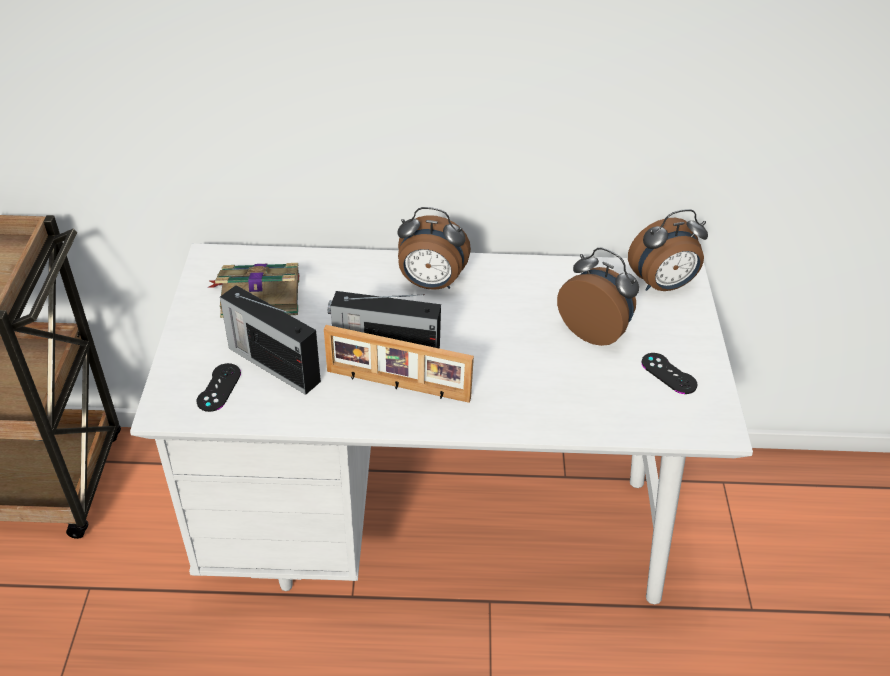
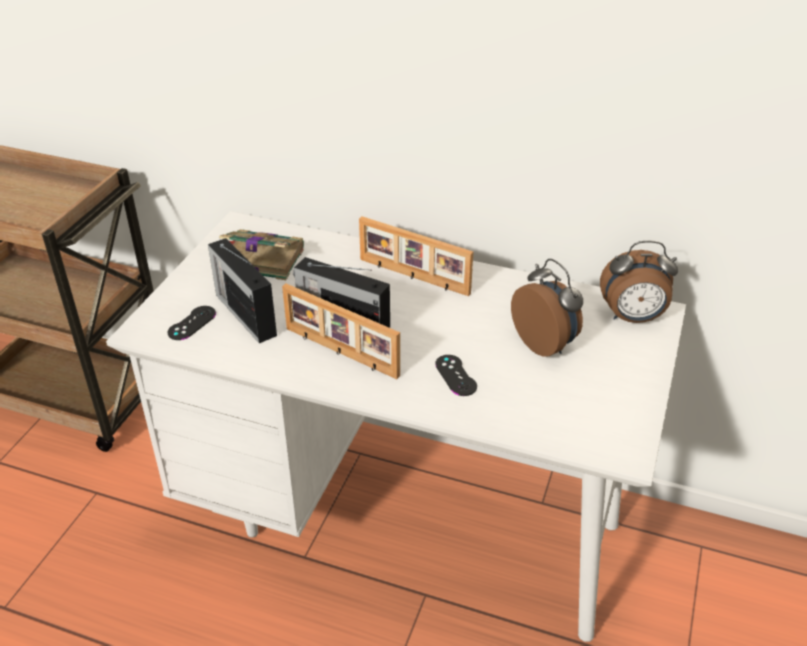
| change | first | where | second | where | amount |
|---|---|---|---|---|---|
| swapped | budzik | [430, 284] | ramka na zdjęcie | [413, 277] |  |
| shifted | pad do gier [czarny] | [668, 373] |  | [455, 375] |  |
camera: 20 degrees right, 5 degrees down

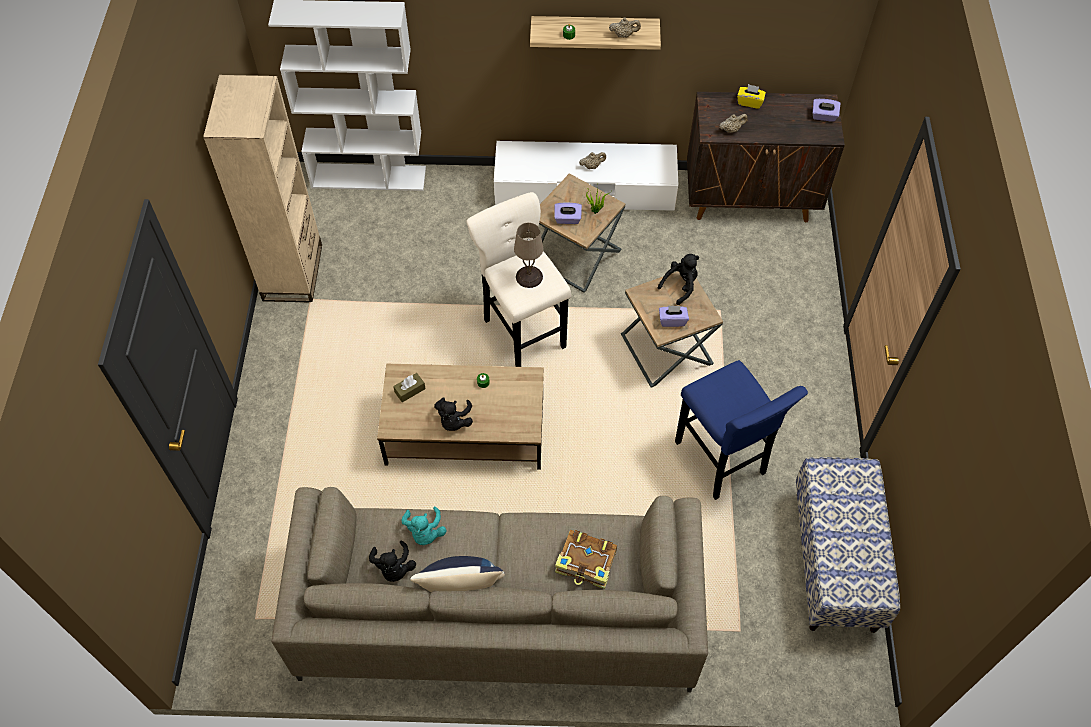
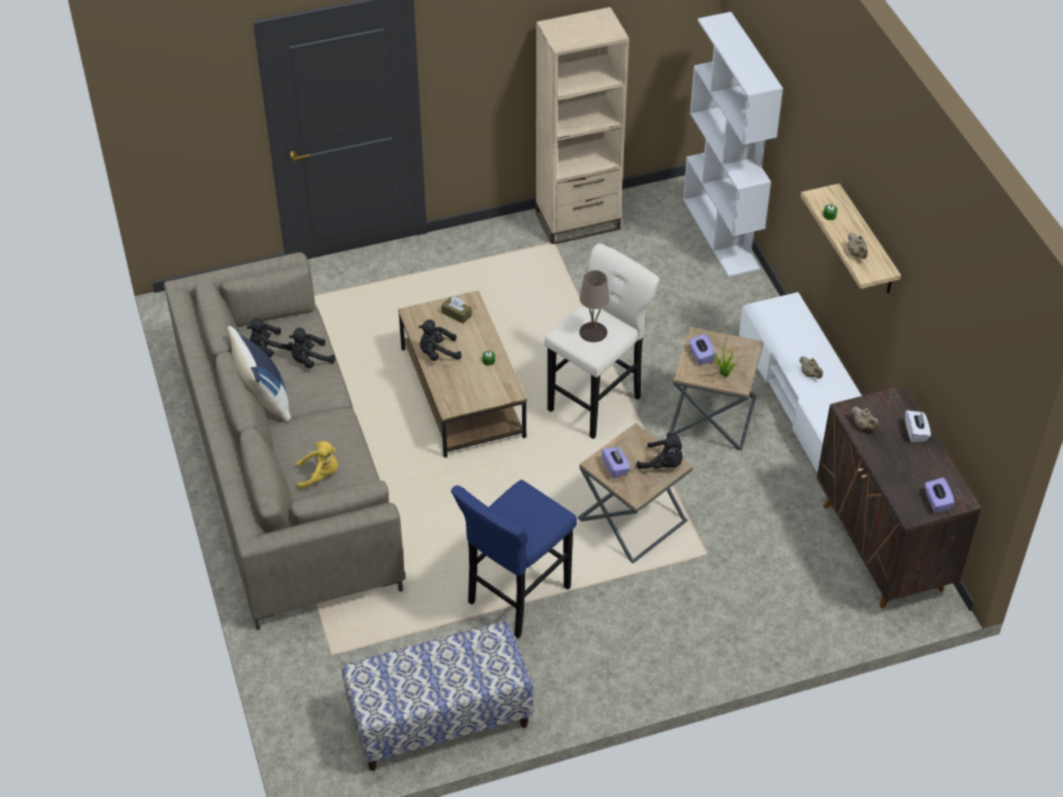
| change | first | where | second | where | amount |
|---|---|---|---|---|---|
| repainted | pluszak [turkusowy] | [425, 532] | pluszak [czarny] | [310, 360] |  |
| swapped | książka | [587, 563] | pluszak [żółty] | [320, 475] |  |
| repainted | pudełko chusteczek [żółty] | [749, 102] | pudełko chusteczek [biały] | [916, 432] |  |
camera: 70 degrees right, 10 degrees down

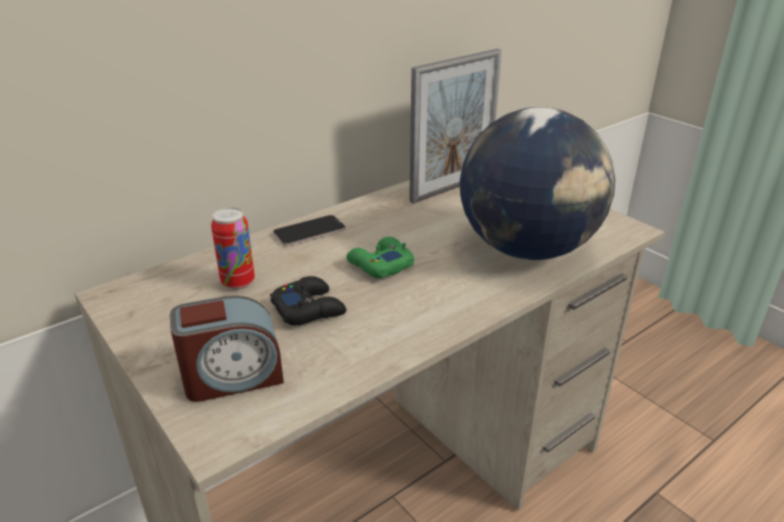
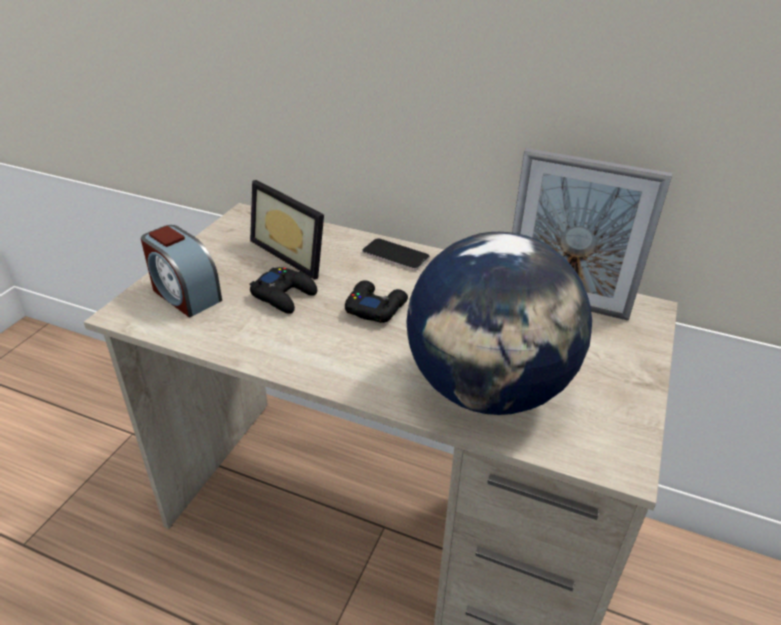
| change | first | where | second | where | amount |
|---|---|---|---|---|---|
| swapped | puszka | [238, 282] | ramka na zdjęcie | [295, 253] |  |
| repainted | pad do gier [zielony] | [380, 264] | pad do gier [czarny] | [375, 307] |  |
camera: 60 degrees right, 5 degrees up

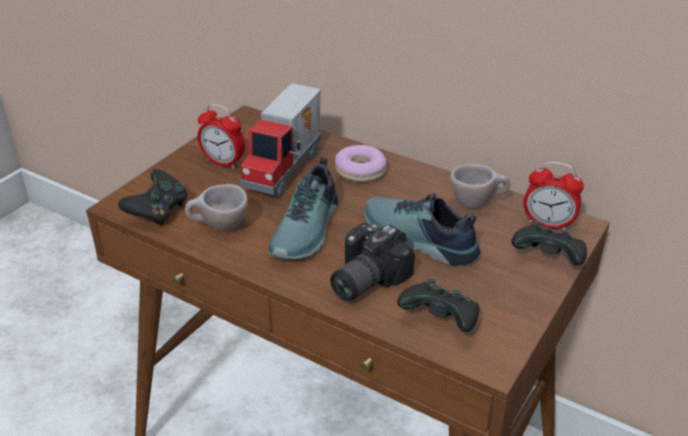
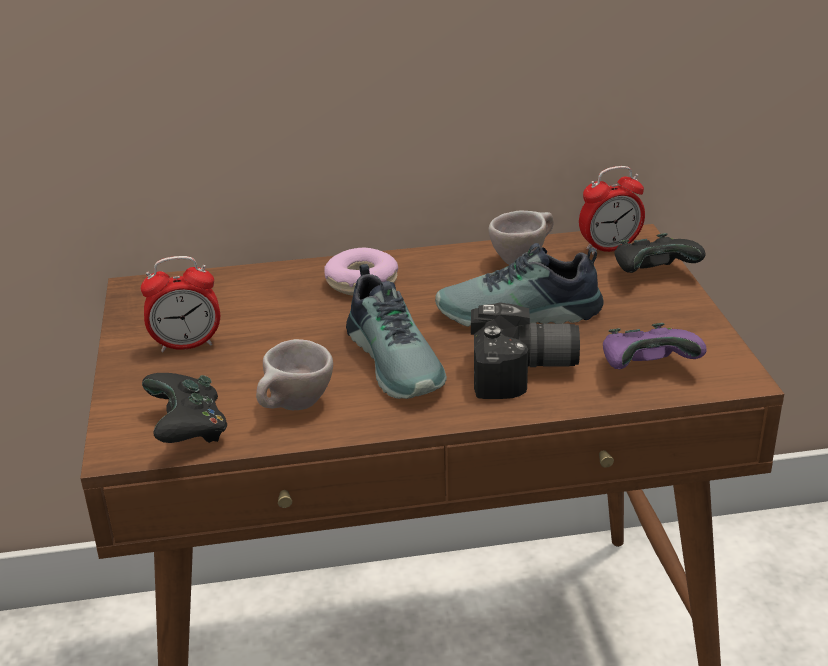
| change | first | where | second | where | amount |
|---|---|---|---|---|---|
| rotated | aparat fotograficzny | [362, 279] |  | [524, 374] | 90 degrees counterclockwise |
| repainted | pad do gier [czarny] | [441, 320] | pad do gier [fioletowy] | [646, 369] |  |
| gone | ciężarówka zabawkowa | [286, 170] |  |  |  |
camera: 40 degrees left, 5 degrees down

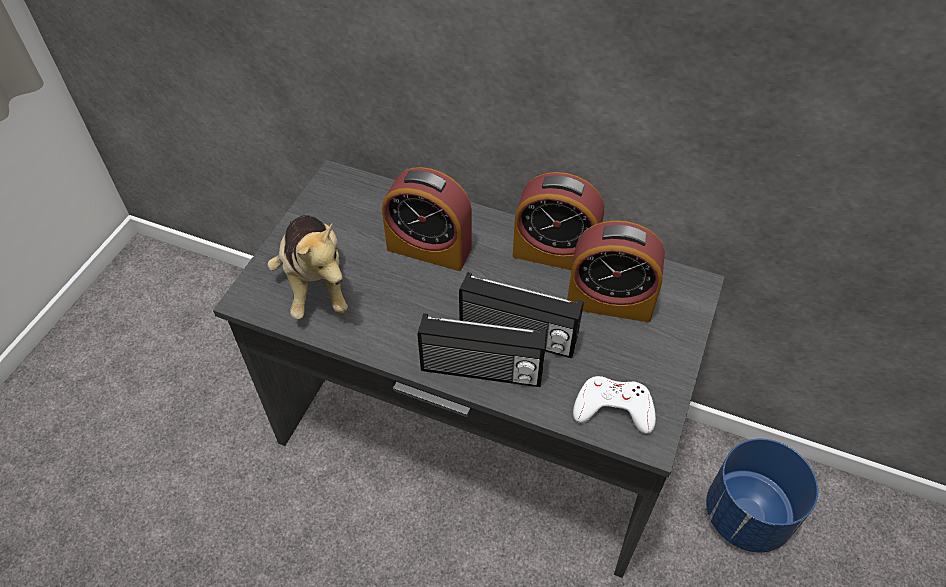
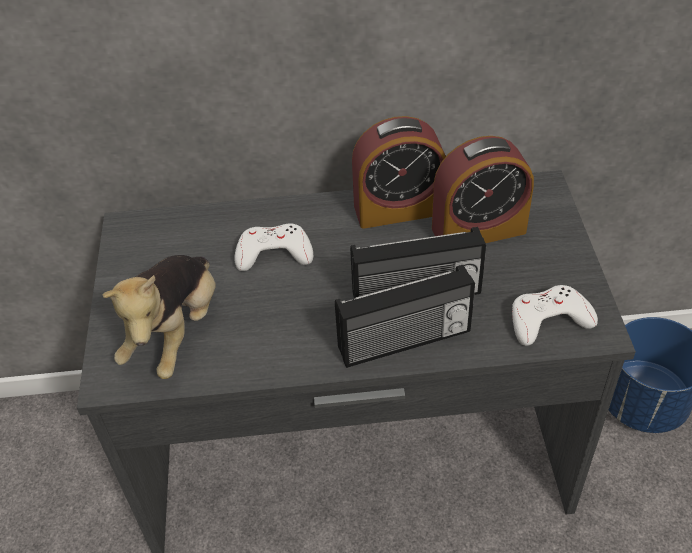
| change | first | where | second | where | amount |
|---|---|---|---|---|---|
| rotated | pluszak | [315, 282] |  | [176, 333] | 60 degrees clockwise |
| swapped | budzik | [429, 248] | pad do gier [biały] | [273, 253] |  |
camera: 25 degrees left, 5 degrees down

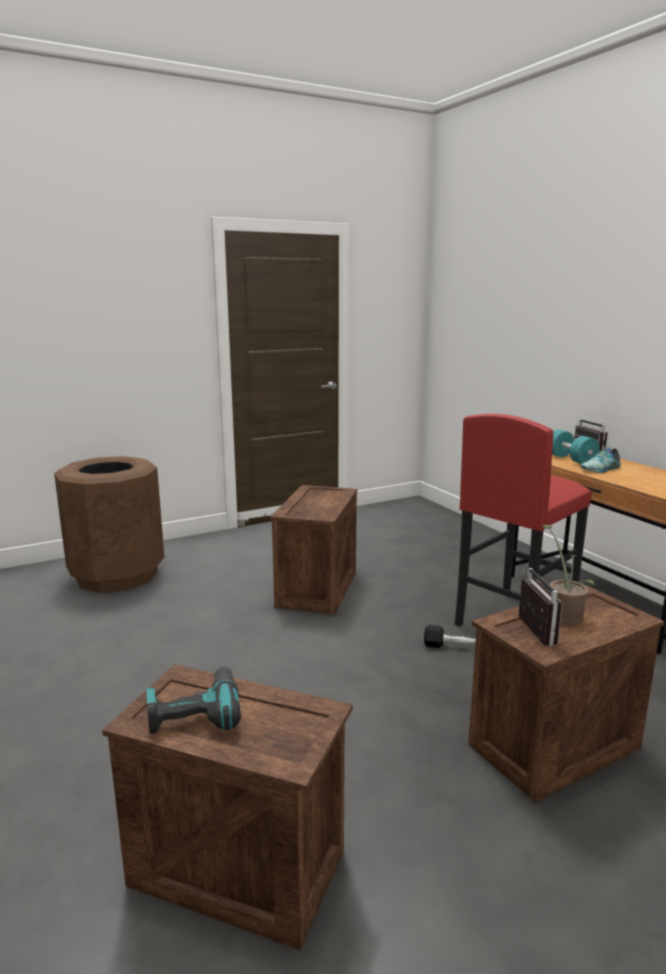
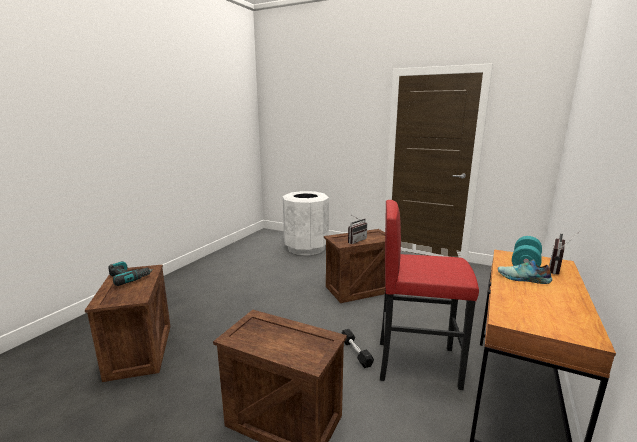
| change | first | where | second | where | amount |
|---|---|---|---|---|---|
| repainted | kosz na śmieci [brązowy] | [116, 575] | kosz na śmieci [biały] | [306, 248] |  |
| shifted | radio | [529, 631] |  | [355, 240] |  |
| gone | roślina doniczkowa | [563, 614] |  |  |  |
camera: 55 degrees right, 0 degrees up

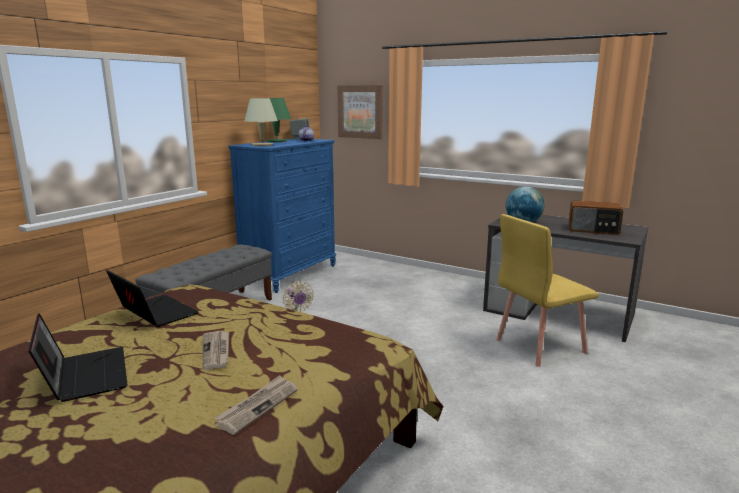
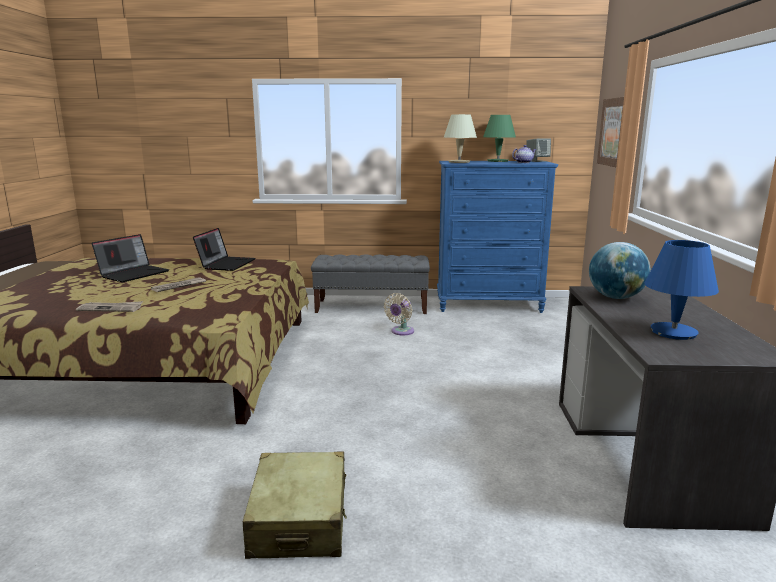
| change | first | where | second | where | amount |
|---|---|---|---|---|---|
| new |  |  | walizka [beżowy] | [299, 520] |  |
| swapped | radio | [593, 230] | lampa stołowa [niebieski] | [674, 332] |  |
| gone | krzesło [żółty] | [539, 346] |  |  |  |
camera: 60 degrees right, 0 degrees up

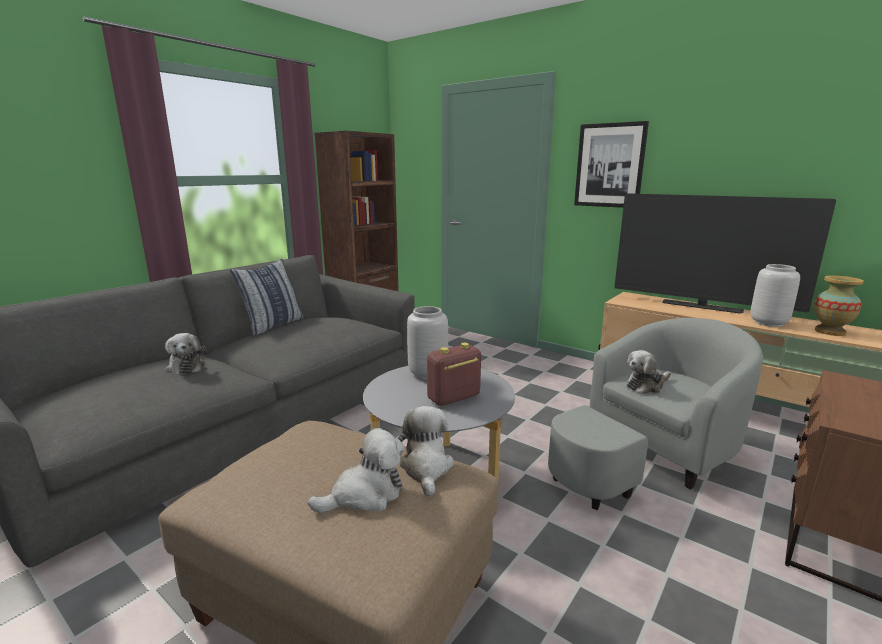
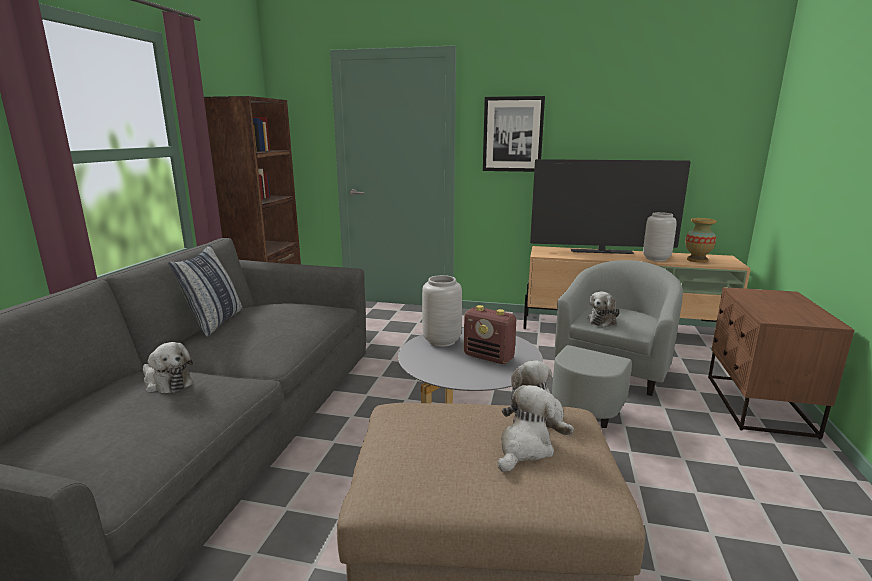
| change | first | where | second | where | amount |
|---|---|---|---|---|---|
| rotated | radio | [453, 398] |  | [489, 357] | 90 degrees counterclockwise |
camera: 25 degrees left, 0 degrees up

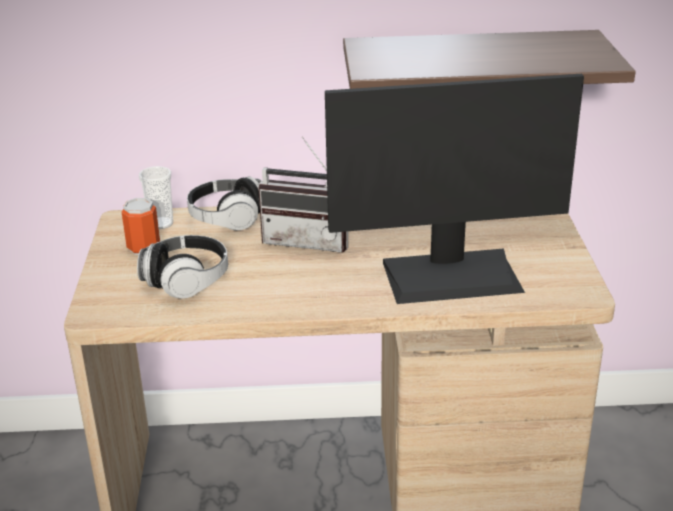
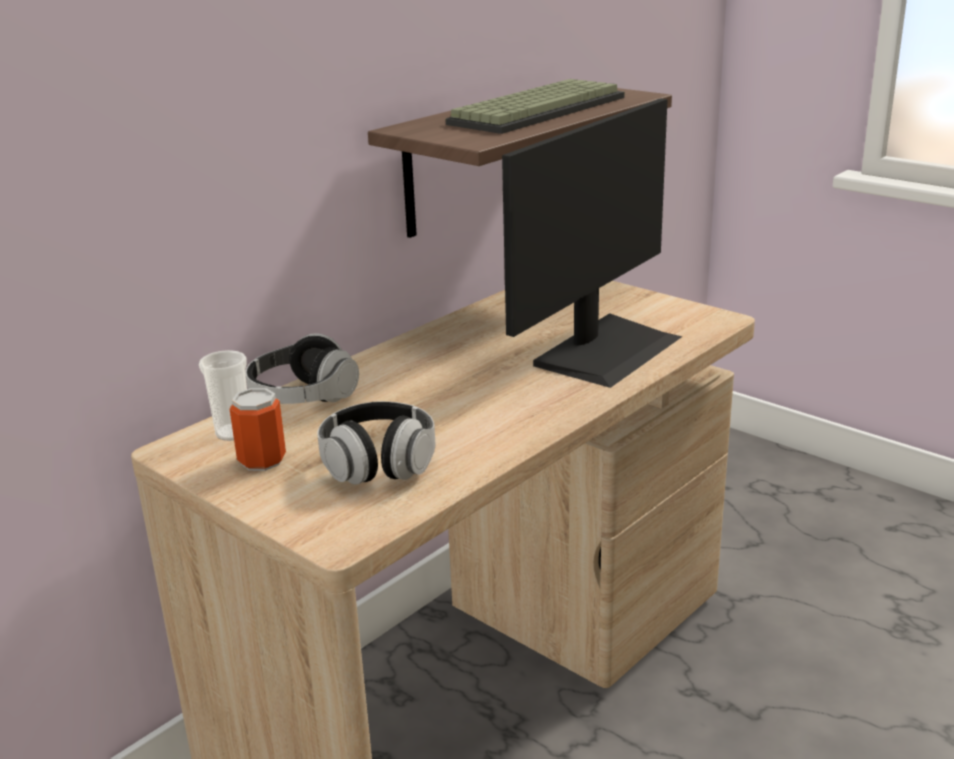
| change | first | where | second | where | amount |
|---|---|---|---|---|---|
| new |  |  | klawiatura | [537, 110] |  |
| gone | radio | [309, 240] |  |  |  |
camera: 45 degrees left, 5 degrees down

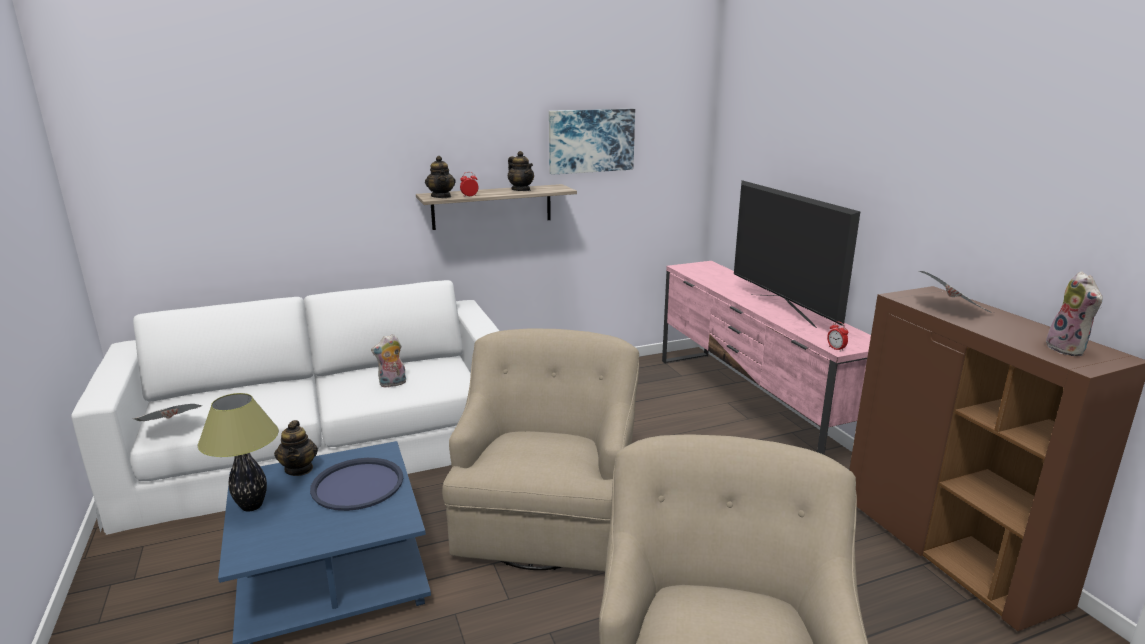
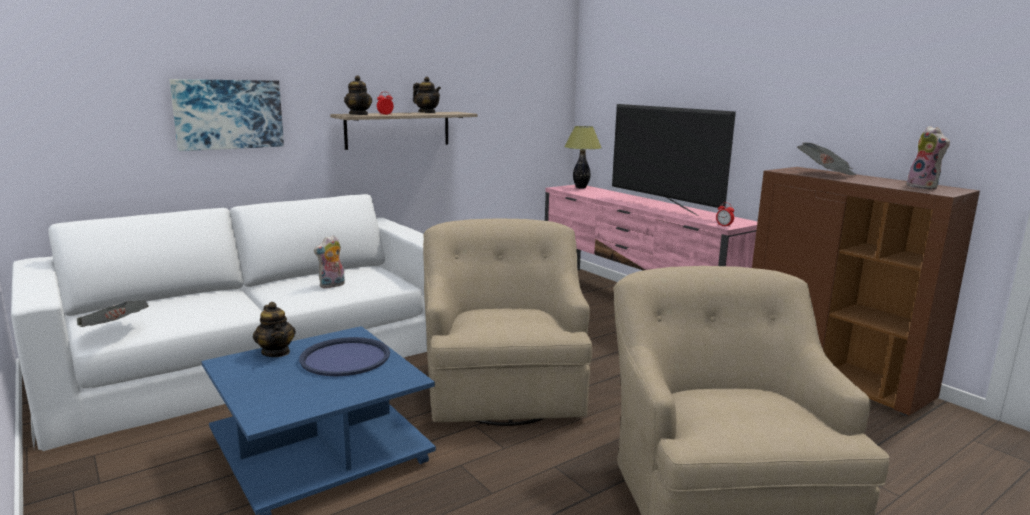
| change | first | where | second | where | amount |
|---|---|---|---|---|---|
| shifted | obraz | [591, 140] |  | [228, 114] |  |
| shifted | lampa stołowa | [251, 506] |  | [580, 187] |  |
camera: 15 degrees left, 5 degrees down

